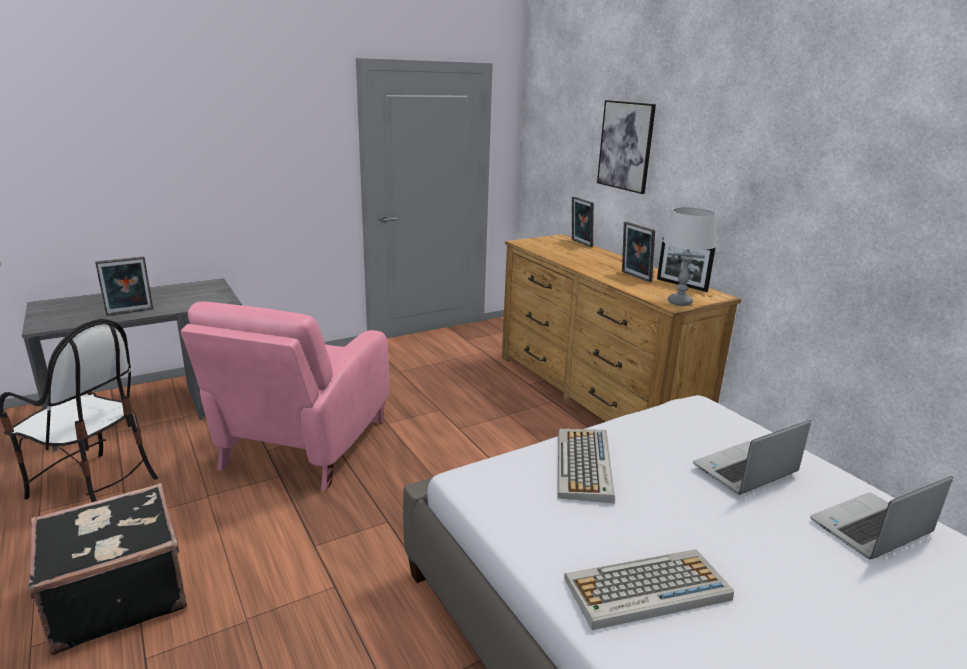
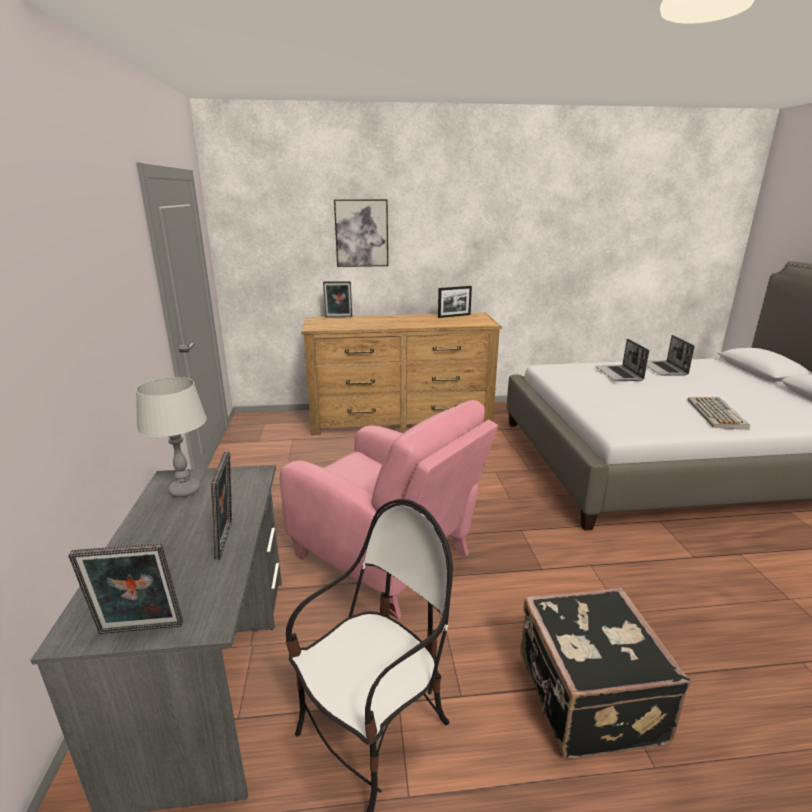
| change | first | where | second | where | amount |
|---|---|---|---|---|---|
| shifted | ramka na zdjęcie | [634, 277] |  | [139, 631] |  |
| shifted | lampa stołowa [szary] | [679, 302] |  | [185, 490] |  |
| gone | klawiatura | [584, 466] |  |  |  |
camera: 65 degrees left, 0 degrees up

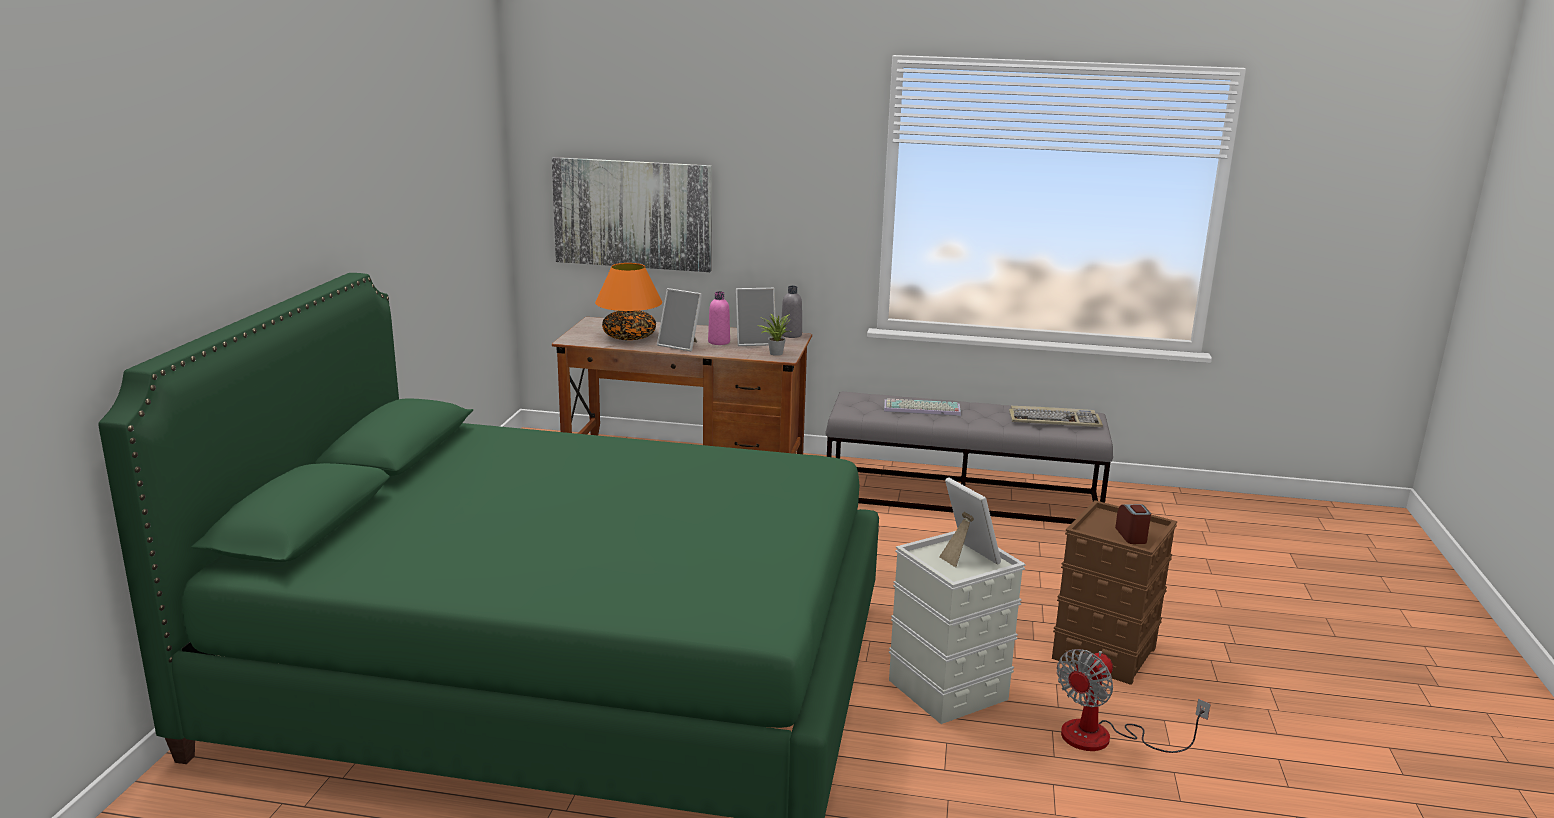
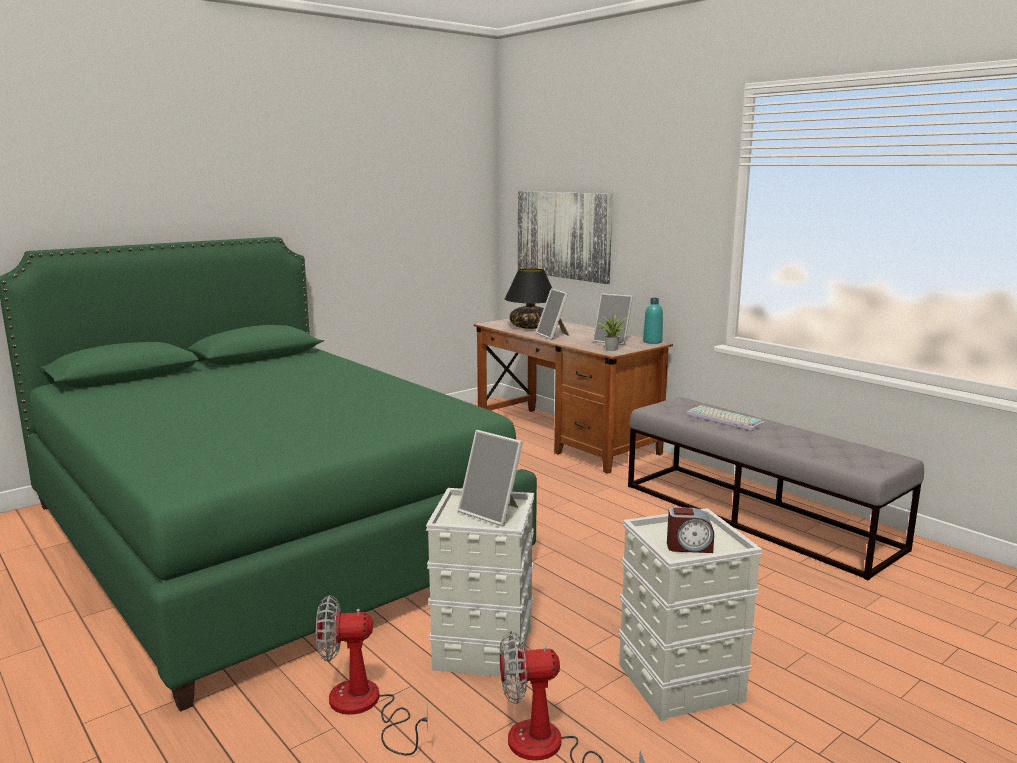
| change | first | where | second | where | amount |
|---|---|---|---|---|---|
| new |  |  | wentylator | [365, 707] |  |
| rotated | ramka na zdjęcie | [966, 557] |  | [493, 513] | 120 degrees clockwise |
| repainted | lampa stołowa [pomarańczowy] | [629, 337] | lampa stołowa [czarny] | [531, 327] |  |
| repainted | pojemnik do przechowywania [brązowy] | [1103, 652] | pojemnik do przechowywania [szary] | [680, 681] |  |
| repainted | butelka [szary] | [791, 335] | butelka [turkusowy] | [652, 342] |  |
| rotated | budzik | [1131, 535] |  | [689, 547] | 60 degrees clockwise |
| gone | butelka [różowy] | [719, 342] |  |  |  |
| gone | klawiatura | [1054, 420] |  |  |  |
camera: 40 degrees right, 5 degrees down

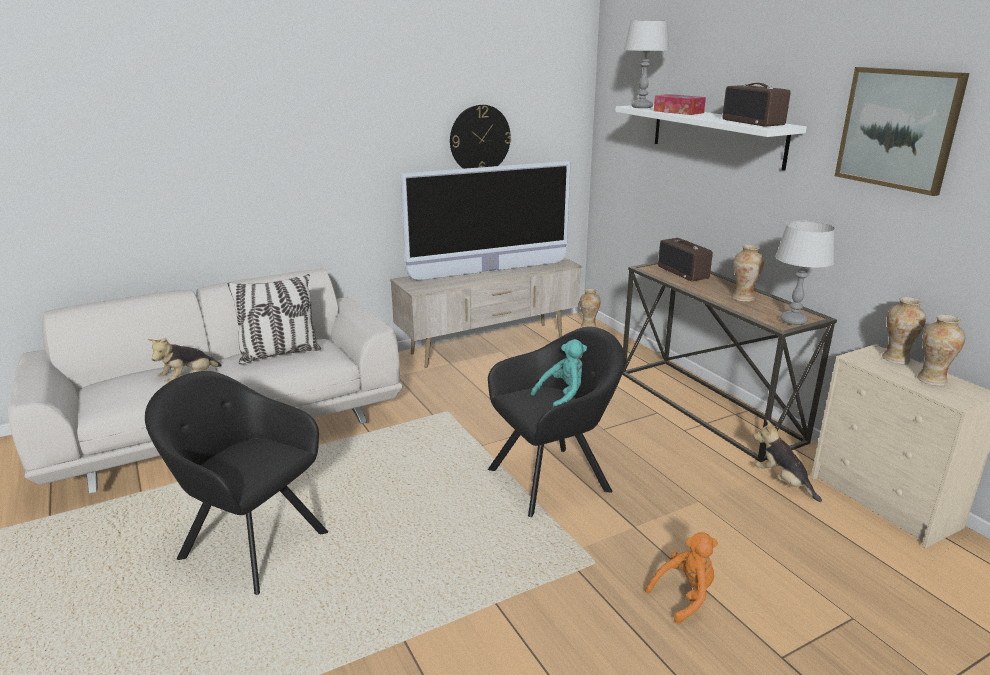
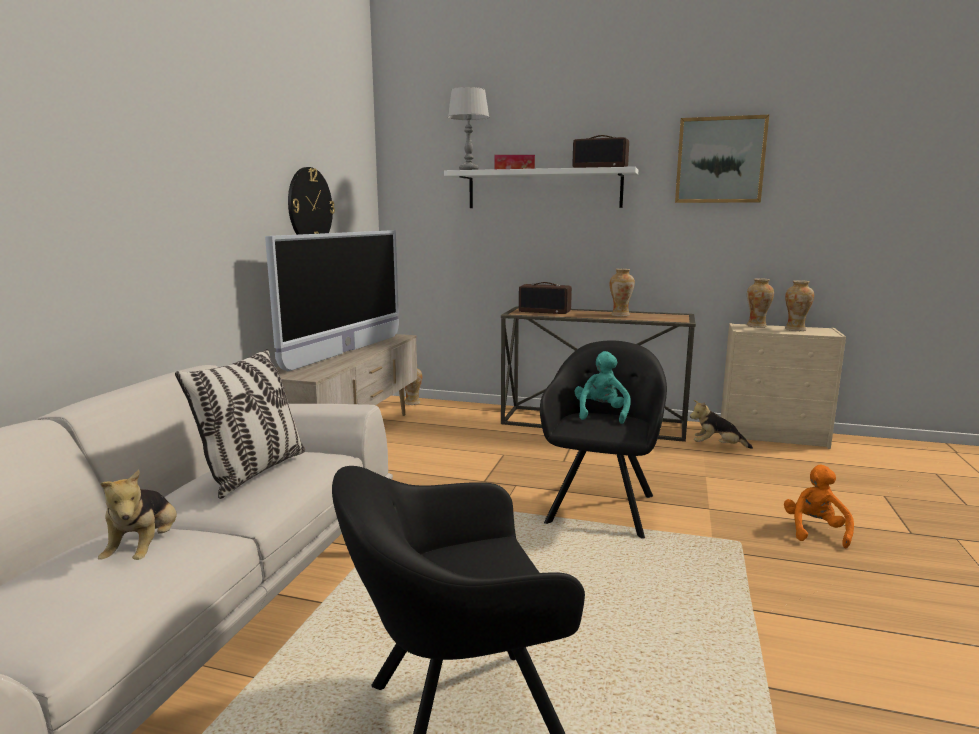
| change | first | where | second | where | amount |
|---|---|---|---|---|---|
| gone | lampa stołowa [szary] | [793, 321] |  |  |  |
camera: 45 degrees left, 10 degrees down

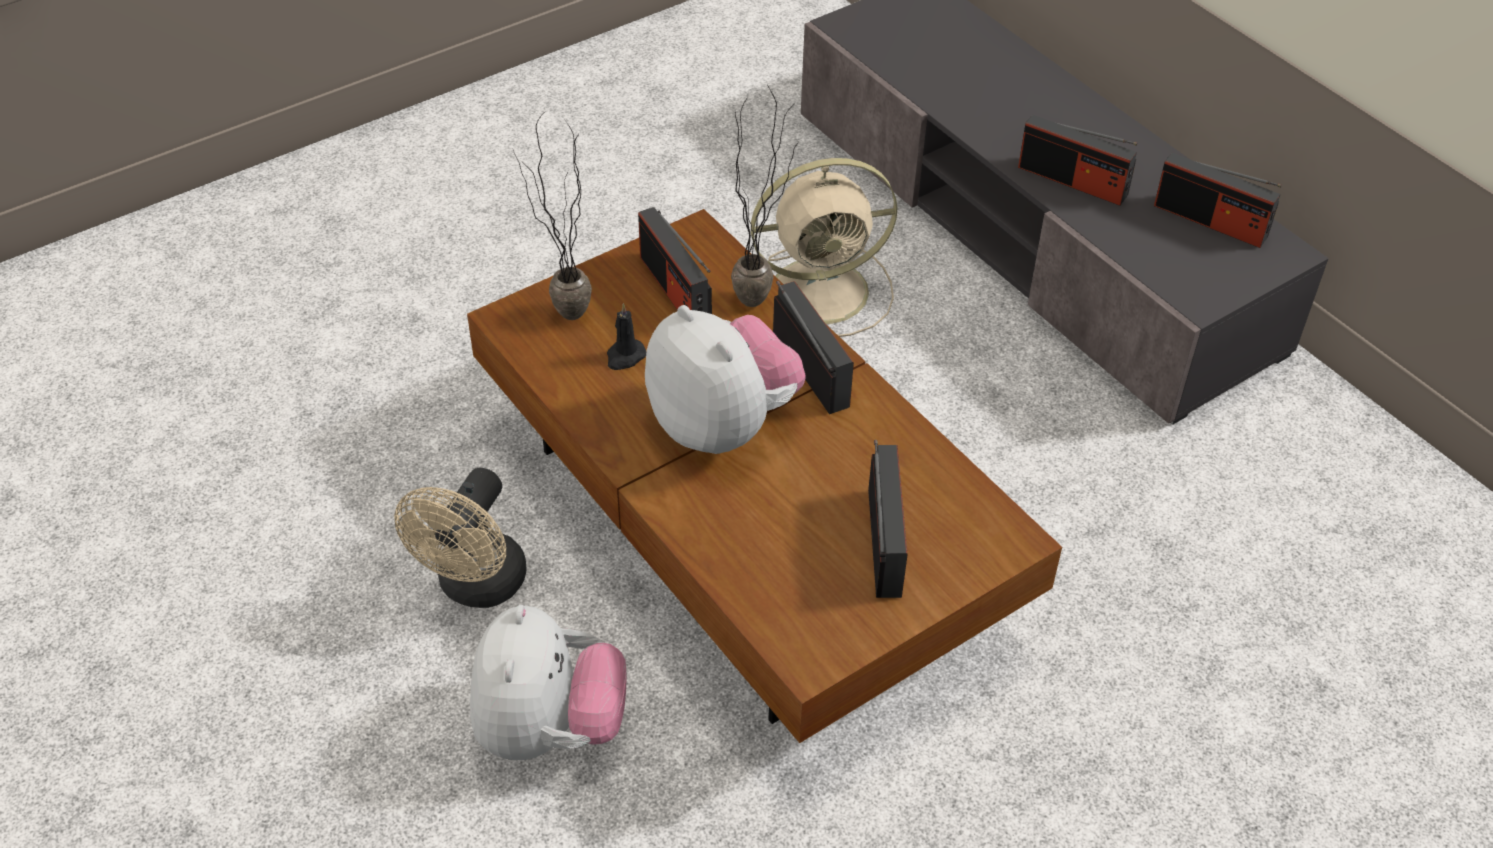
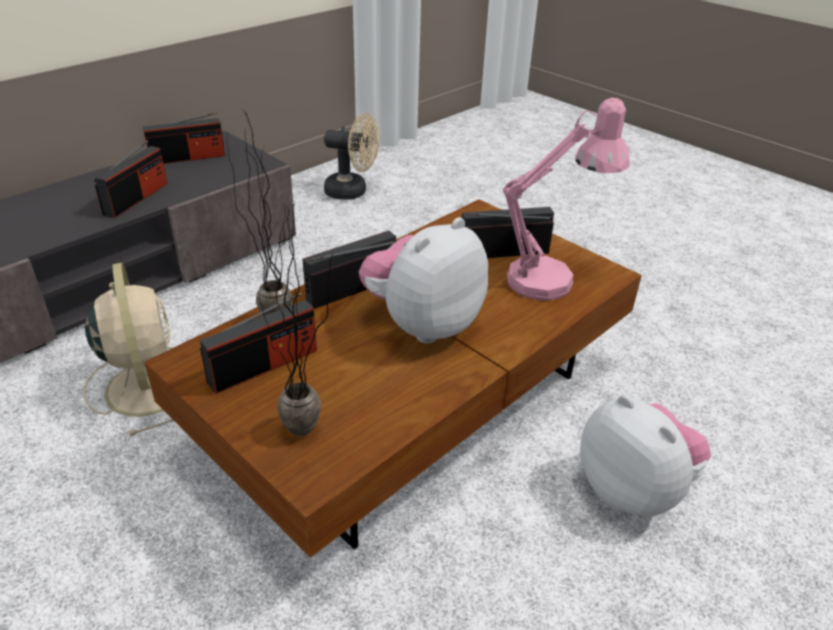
| change | first | where | second | where | amount |
|---|---|---|---|---|---|
| rotated | radio | [1210, 221] |  | [188, 158] | 45 degrees clockwise |
| shifted | wentylator [beżowy] | [476, 587] |  | [352, 191] |  |
| new |  |  | lampa stołowa [różowy] | [551, 278] |  |
| rotated | pluszak | [549, 729] |  | [633, 489] | 60 degrees clockwise |
| gone | świeca [czarny] | [625, 357] |  |  |  |
camera: 100 degrees left, 10 degrees down

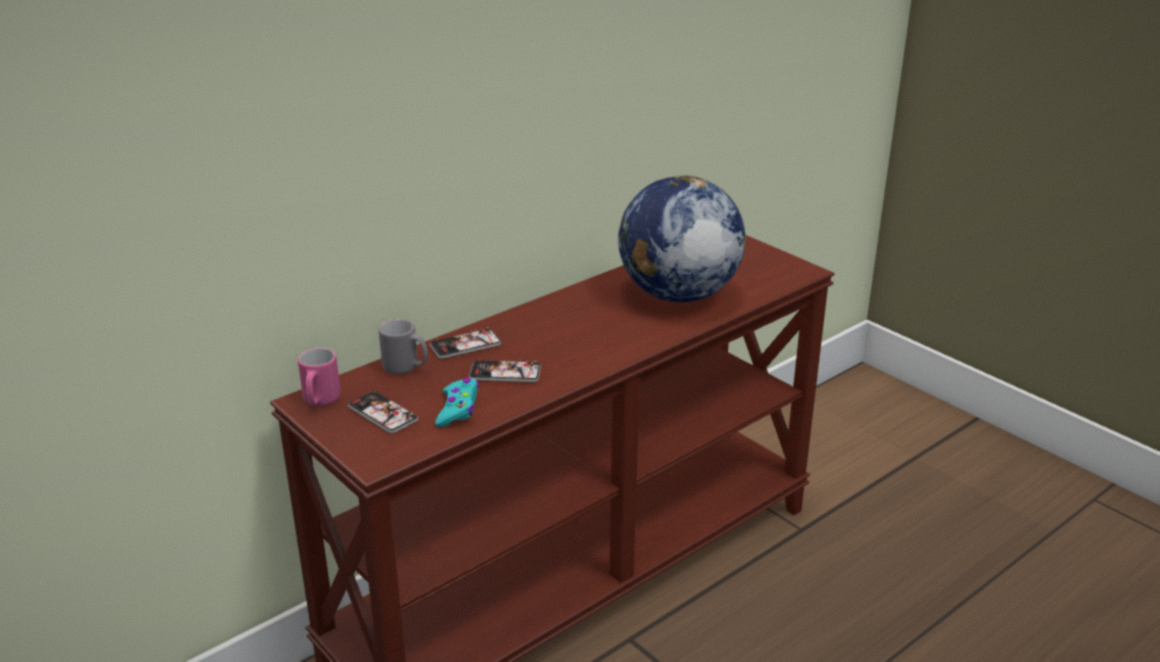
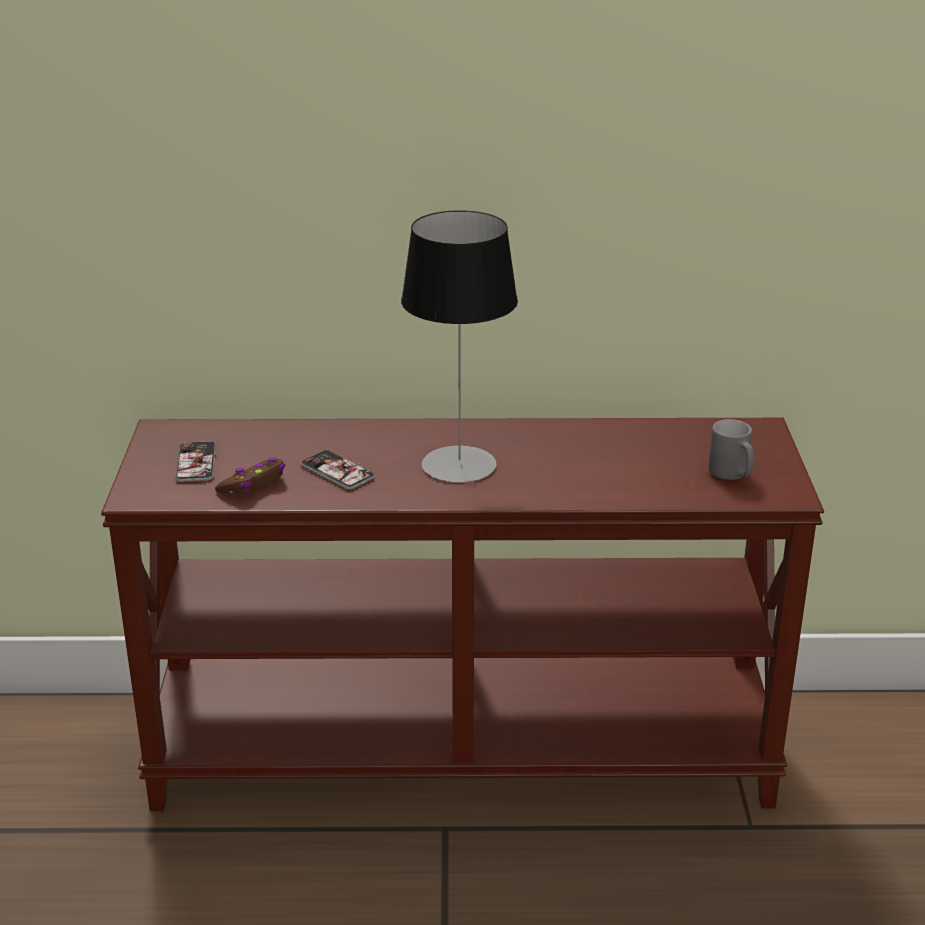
| change | first | where | second | where | amount |
|---|---|---|---|---|---|
| repainted | pad do gier [turkusowy] | [458, 409] | pad do gier [brązowy] | [254, 484] |  |
| new |  |  | lampa stołowa | [459, 464] |  |
| shifted | kubek [szary] | [406, 368] |  | [732, 475] |  |
| gone | kubek [różowy] | [320, 402] |  |  |  |
| gone | telefon | [465, 345] |  |  |  |
| gone | globus | [677, 295] |  |  |  |
camera: 40 degrees right, 0 degrees up

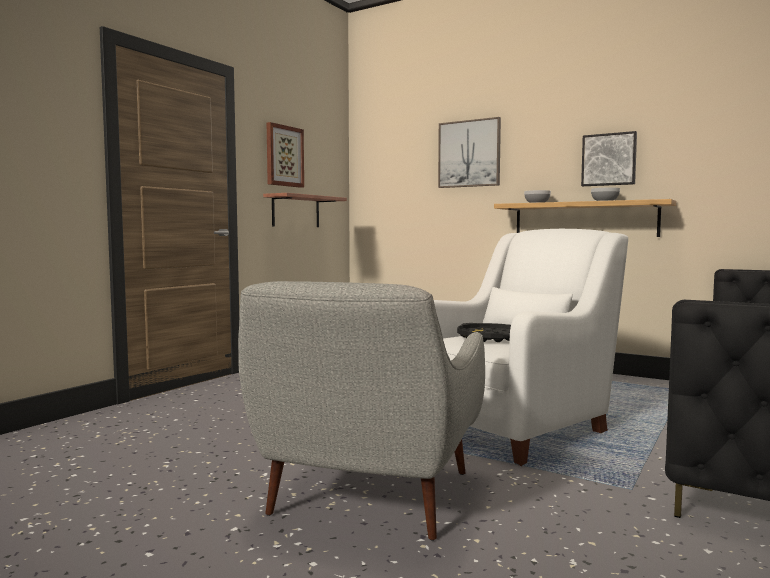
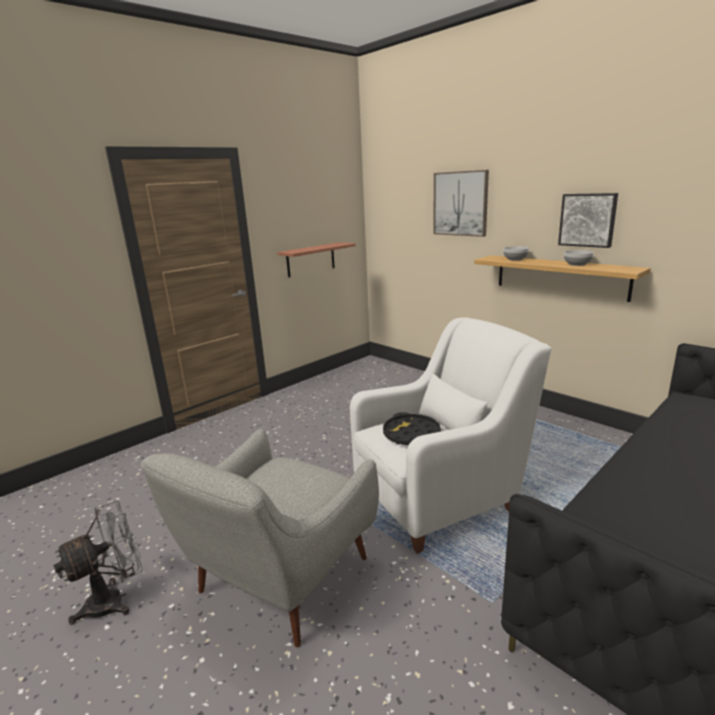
| change | first | where | second | where | amount |
|---|---|---|---|---|---|
| new |  |  | wentylator [szary] | [115, 600] |  |
| gone | obraz | [284, 156] |  |  |  |
camera: 15 degrees right, 15 degrees up

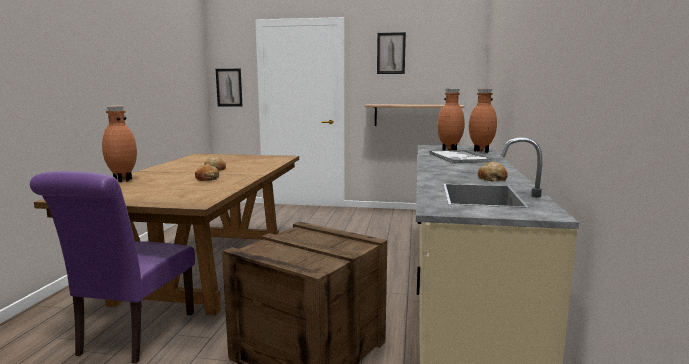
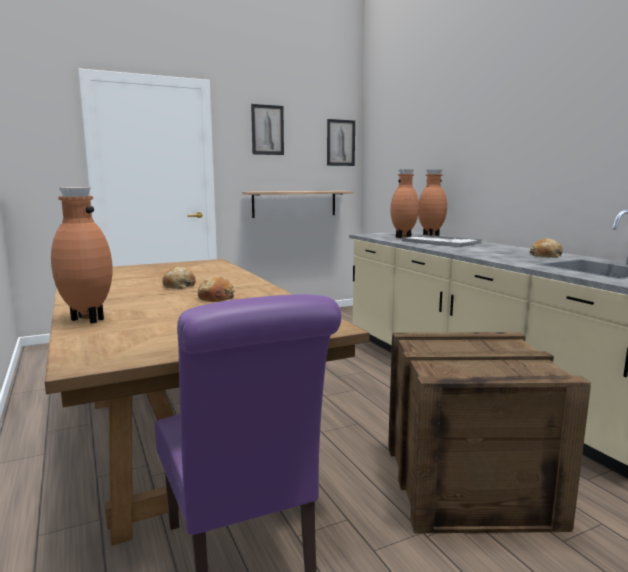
| change | first | where | second | where | amount |
|---|---|---|---|---|---|
| shifted | obraz | [229, 87] |  | [340, 143] |  |
camera: 35 degrees left, 0 degrees up

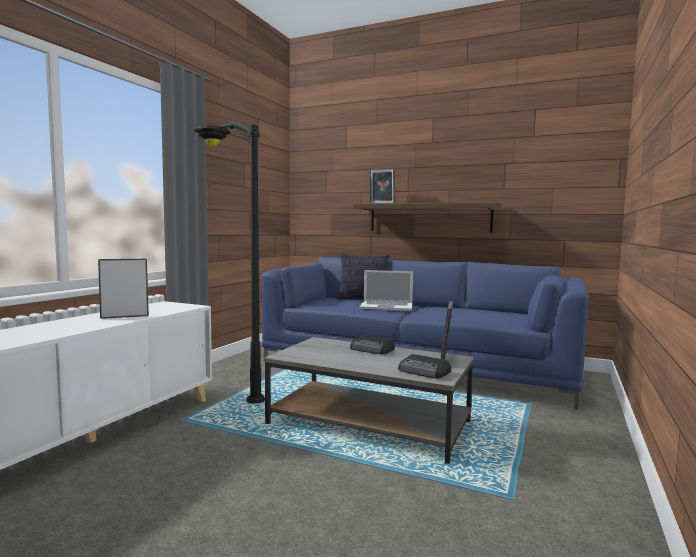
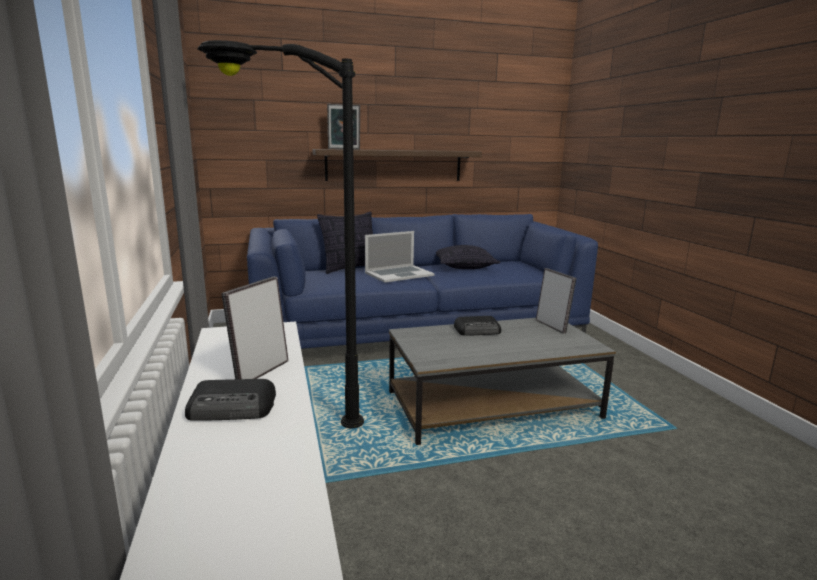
| change | first | where | second | where | amount |
|---|---|---|---|---|---|
| shifted | radio | [424, 372] |  | [233, 408] |  |
| new |  |  | poduszka | [464, 266] |  |
camera: 40 degrees left, 10 degrees up

